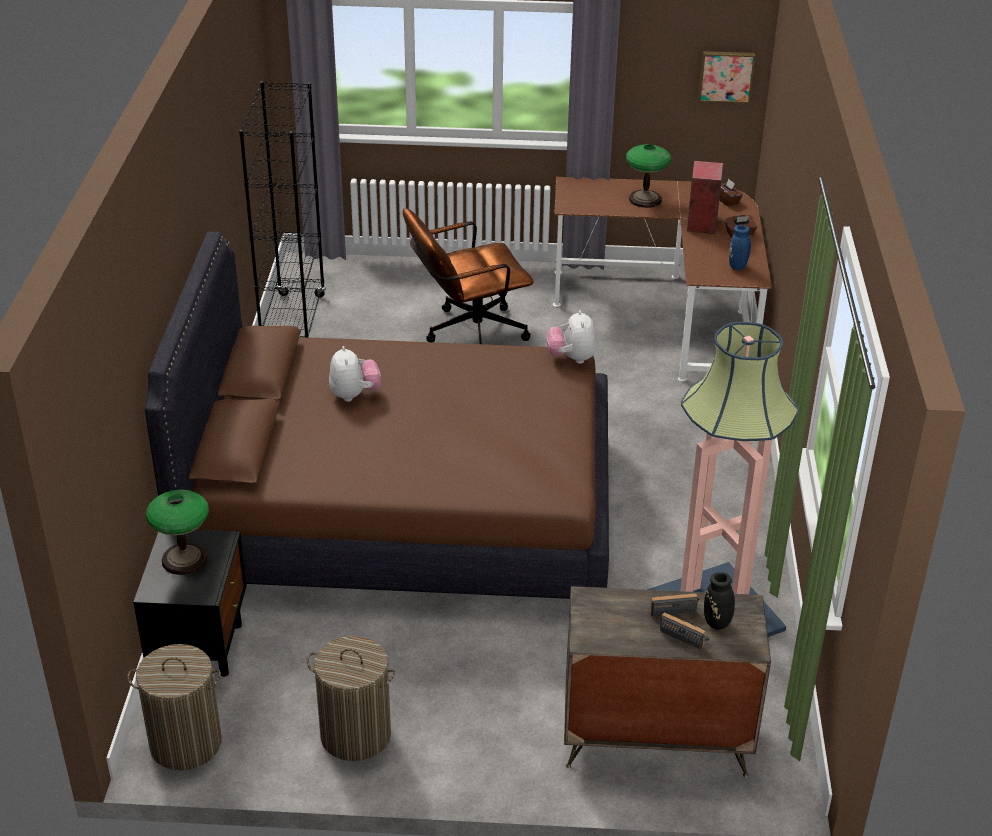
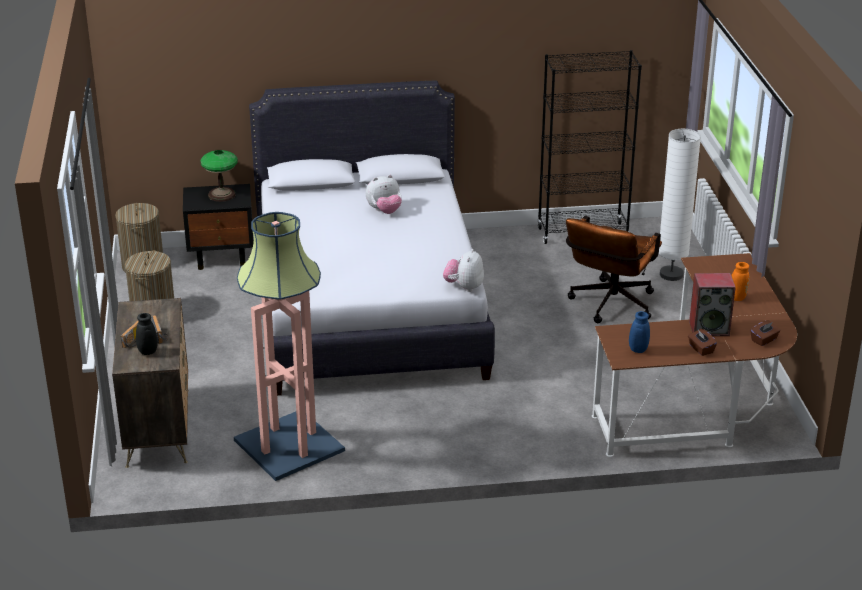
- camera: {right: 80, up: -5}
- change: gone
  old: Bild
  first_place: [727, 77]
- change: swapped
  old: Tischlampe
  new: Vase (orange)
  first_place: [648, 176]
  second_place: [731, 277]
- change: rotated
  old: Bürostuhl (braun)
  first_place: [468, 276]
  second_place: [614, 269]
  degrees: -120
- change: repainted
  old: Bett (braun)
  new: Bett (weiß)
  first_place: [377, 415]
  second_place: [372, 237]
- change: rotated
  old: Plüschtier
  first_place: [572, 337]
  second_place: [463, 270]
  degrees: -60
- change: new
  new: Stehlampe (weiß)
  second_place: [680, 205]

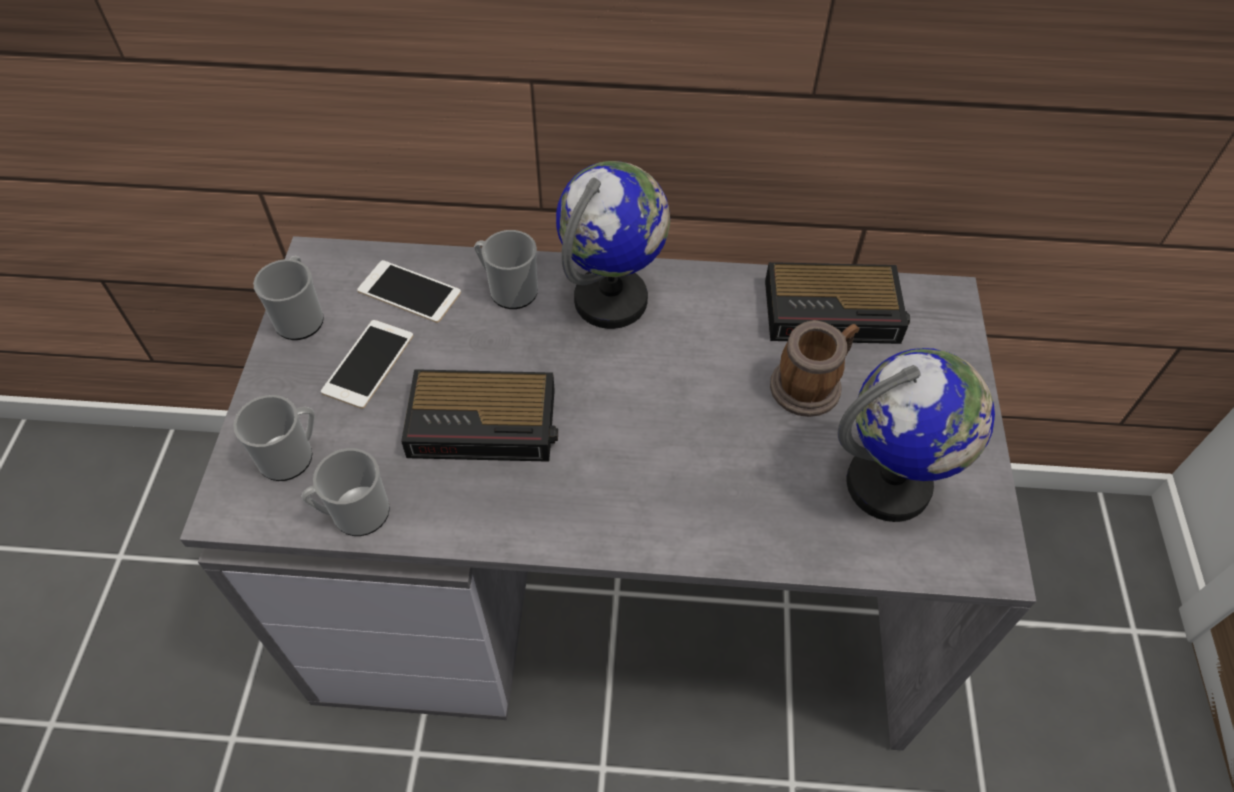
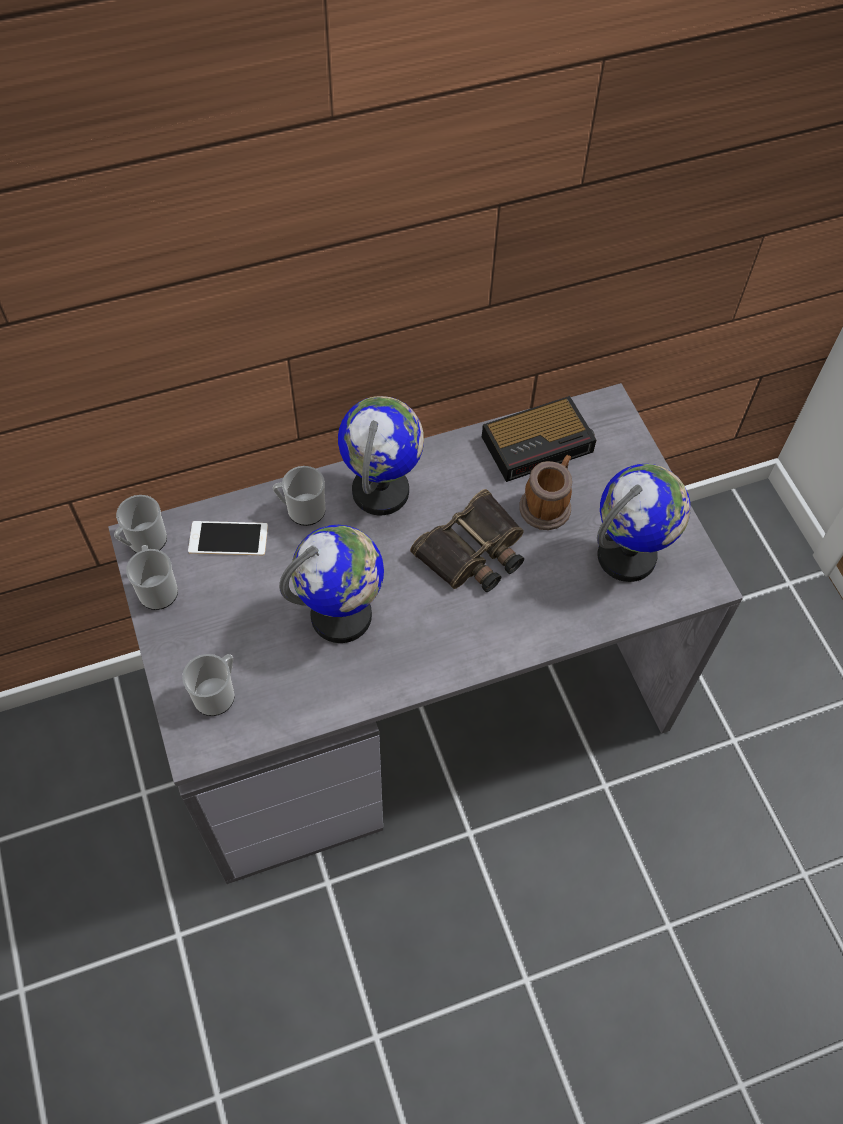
- camera: {right: -25, up: 5}
- change: gone
  old: Handy
  first_place: [367, 364]
- change: swapped
  old: Wecker
  new: Globus
  first_place: [479, 415]
  second_place: [331, 584]
- change: shifted
  old: Henkelbecher
  first_place: [346, 492]
  second_place: [140, 524]
- change: new
  new: Fernglas
  second_place: [467, 540]

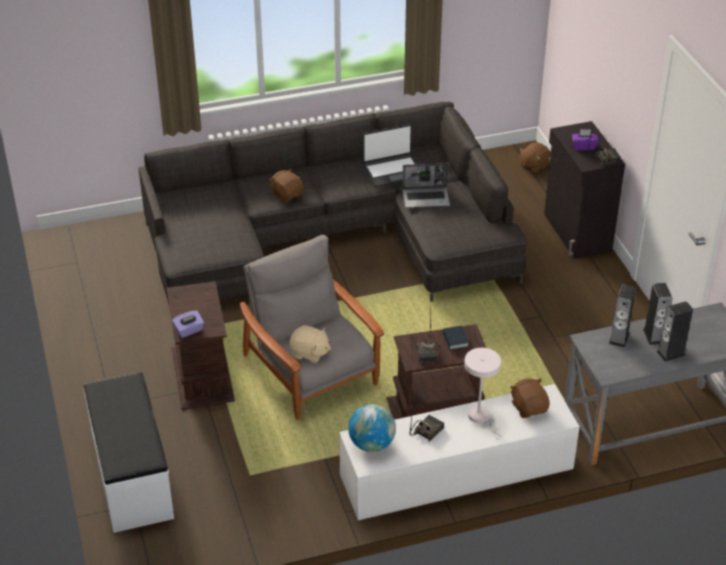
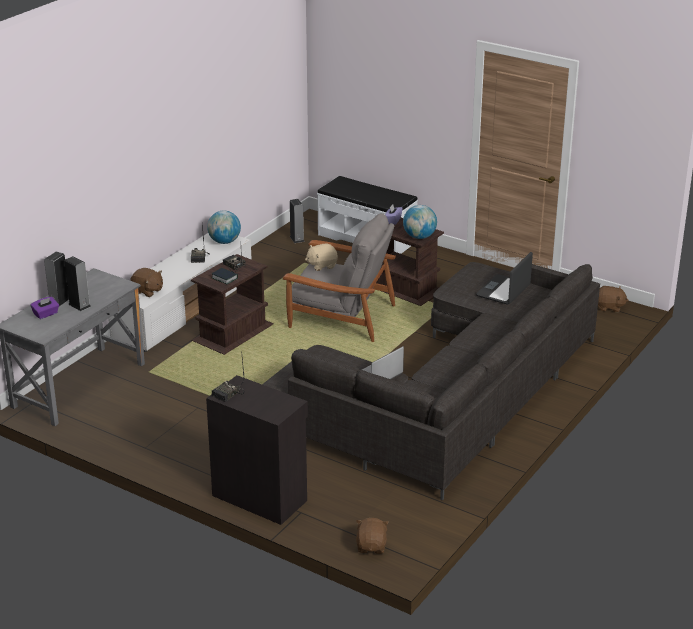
- camera: {right: 140, up: -10}
- change: shifted
  old: Laptop
  first_place: [390, 155]
  second_place: [504, 278]
- change: shifted
  old: Taschentuchbox (lila)
  first_place: [585, 139]
  second_place: [44, 308]
- change: shifted
  old: Plüschtier (braun)
  first_place: [286, 186]
  second_place: [613, 299]
- change: shifted
  old: Lautsprecher
  first_place: [622, 316]
  second_place: [297, 221]
- change: gone
  old: Tischlampe (weiß)
  first_place: [483, 394]
- change: new
  new: Globus
  second_place: [420, 222]

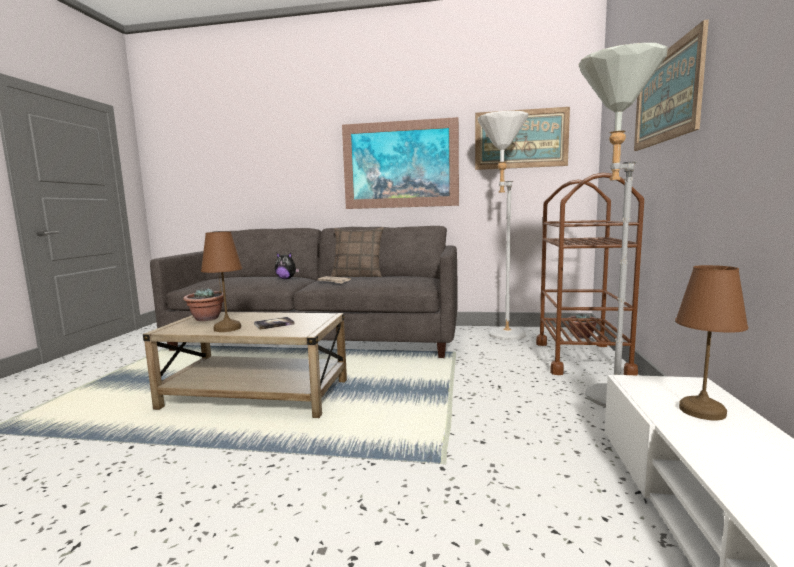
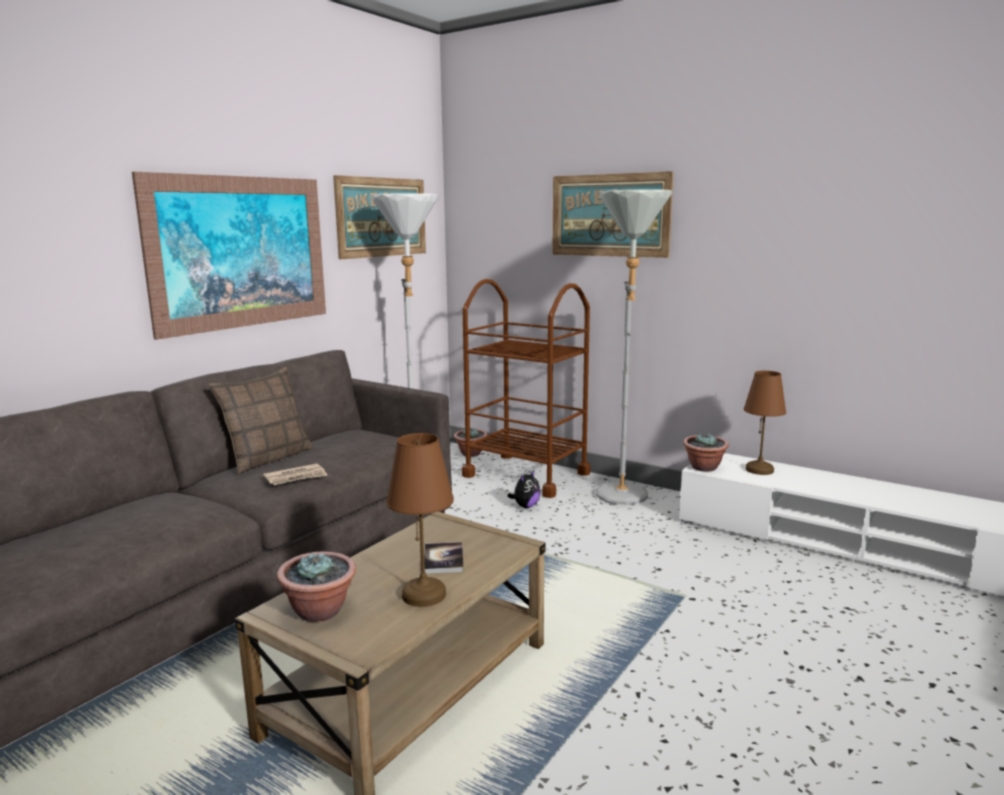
- camera: {right: -65, up: 5}
- change: shifted
  old: Plüschtier
  first_place: [287, 266]
  second_place: [523, 488]
- change: new
  new: Topfpflanze
  second_place: [706, 452]

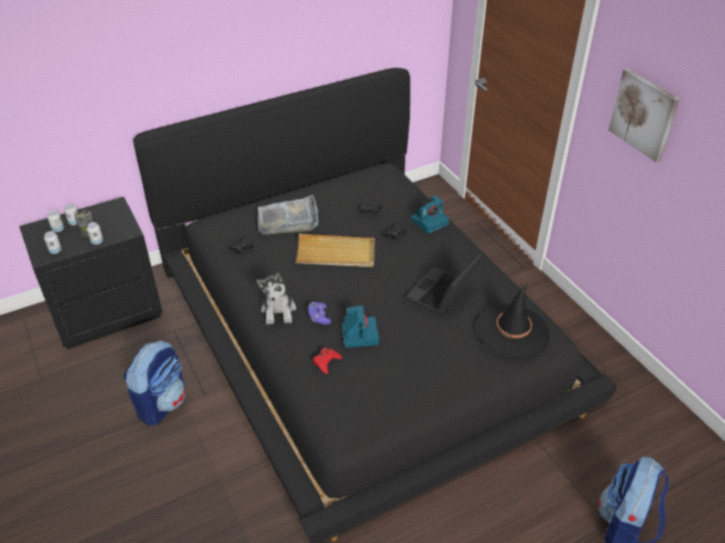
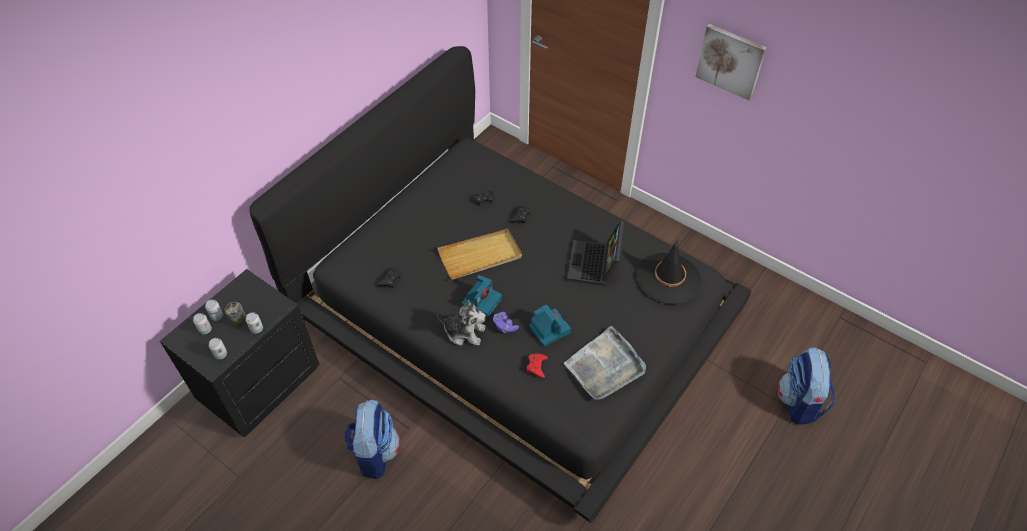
- camera: {right: -25, up: 10}
- change: shifted
  old: Tablett (grau)
  first_place: [288, 215]
  second_place: [605, 362]
- change: shifted
  old: Kamera
  first_place: [430, 214]
  second_place: [482, 296]
- change: rotated
  old: Plüschtier
  first_place: [276, 299]
  second_place: [461, 323]
  degrees: -45

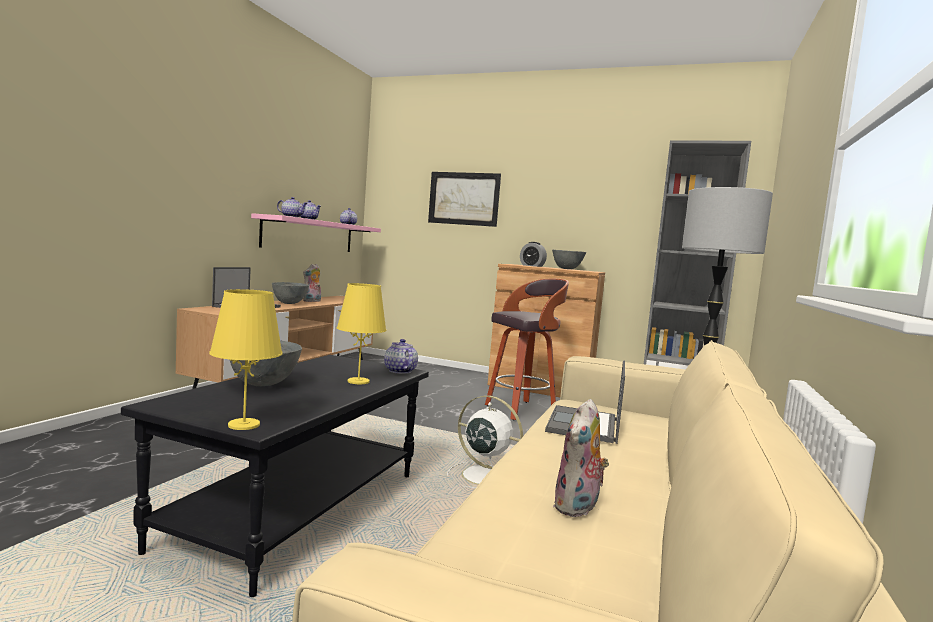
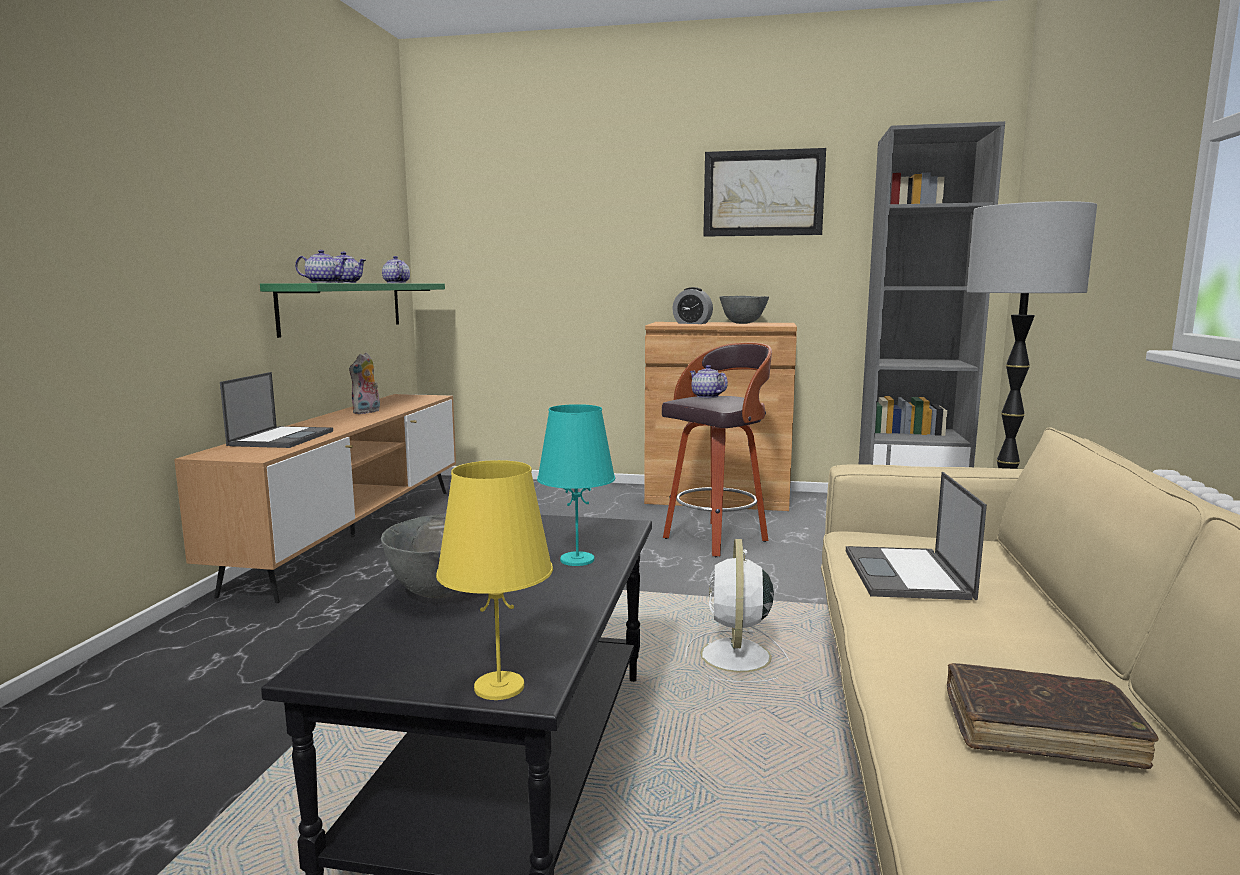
- camera: {right: -10, up: 5}
- change: shifted
  old: Bild
  first_place: [464, 199]
  second_place: [764, 192]
- change: repainted
  old: Wandregal (rosa)
  new: Wandregal (grün)
  first_place: [316, 232]
  second_place: [352, 310]
- change: gone
  old: Schüssel (grau)
  first_place: [290, 293]
- change: repainted
  old: Tischlampe (gelb)
  new: Tischlampe (türkis)
  first_place: [361, 333]
  second_place: [576, 485]
- change: shifted
  old: Teekanne
  first_place: [401, 356]
  second_place: [709, 381]
- change: rotated
  old: Ventilator (weiß)
  first_place: [485, 441]
  second_place: [737, 610]
  degrees: -105
- change: swapped
  old: Plüschtier
  new: Buch (braun)
  first_place: [581, 458]
  second_place: [1052, 716]

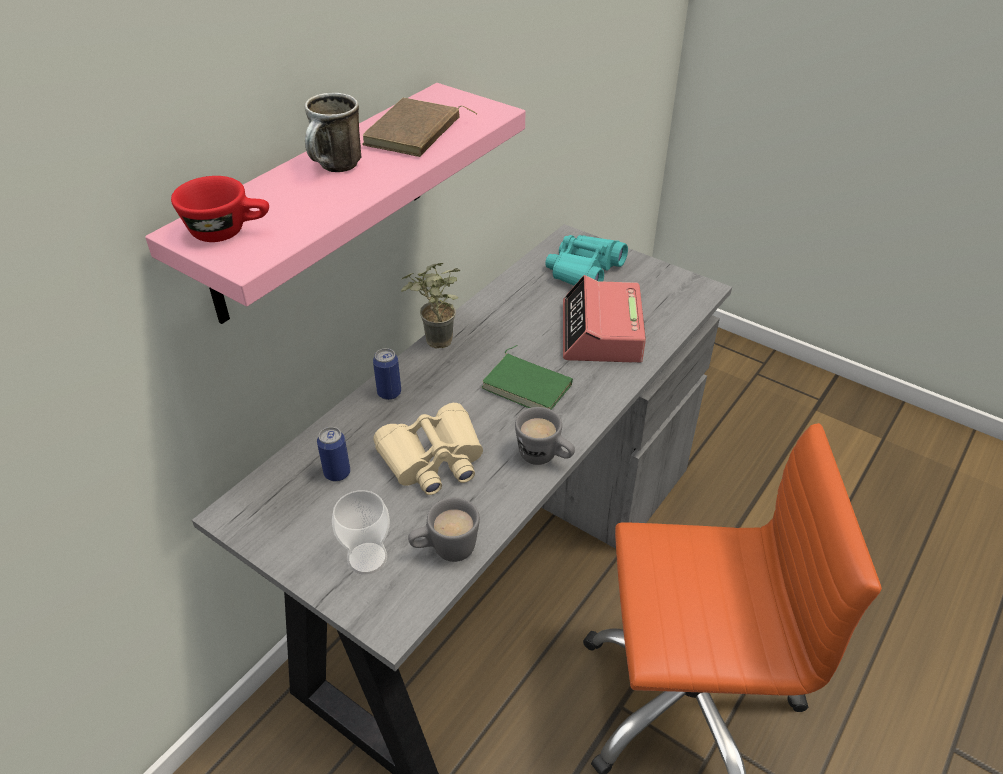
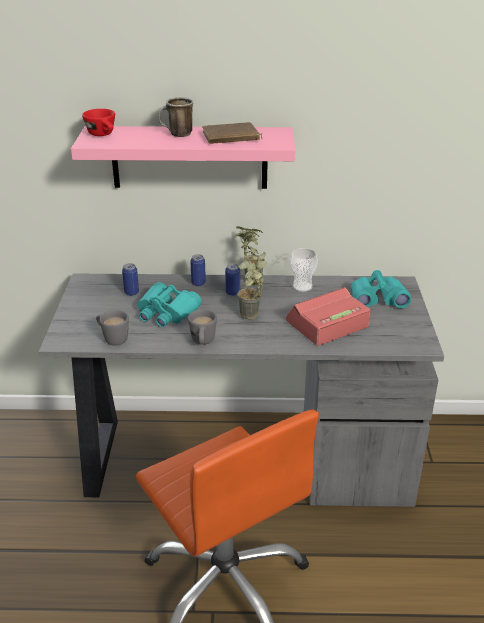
- camera: {right: 55, up: -10}
- change: swapped
  old: Buch (grün)
  new: Topfpflanze
  first_place: [527, 377]
  second_place: [252, 286]
- change: repainted
  old: Fernglas (beige)
  new: Fernglas (türkis)
  first_place: [428, 449]
  second_place: [169, 304]
- change: shifted
  old: Tasse
  first_place: [361, 532]
  second_place: [304, 270]
- change: new
  new: Dose
  second_place: [232, 279]

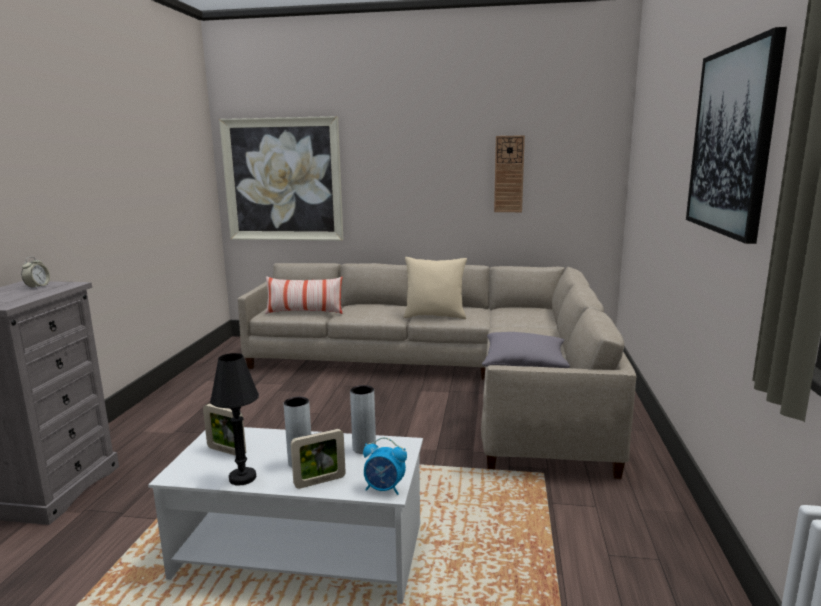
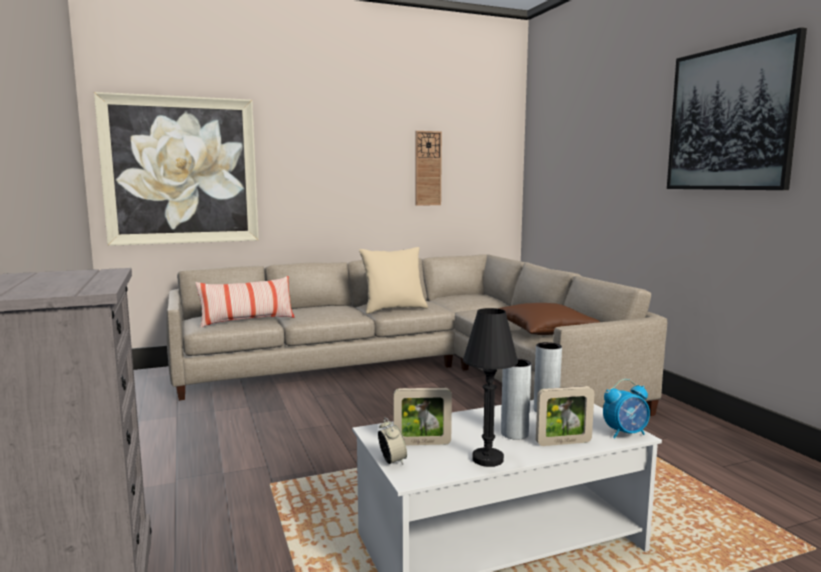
- camera: {right: -30, up: -5}
- change: shifted
  old: Wecker
  first_place: [35, 272]
  second_place: [392, 441]
- change: repainted
  old: Kissen (grau)
  new: Kissen (braun)
  first_place: [526, 350]
  second_place: [549, 319]
- change: rotated
  old: Bilderrahmen
  first_place: [318, 459]
  second_place: [565, 416]
  degrees: 45

